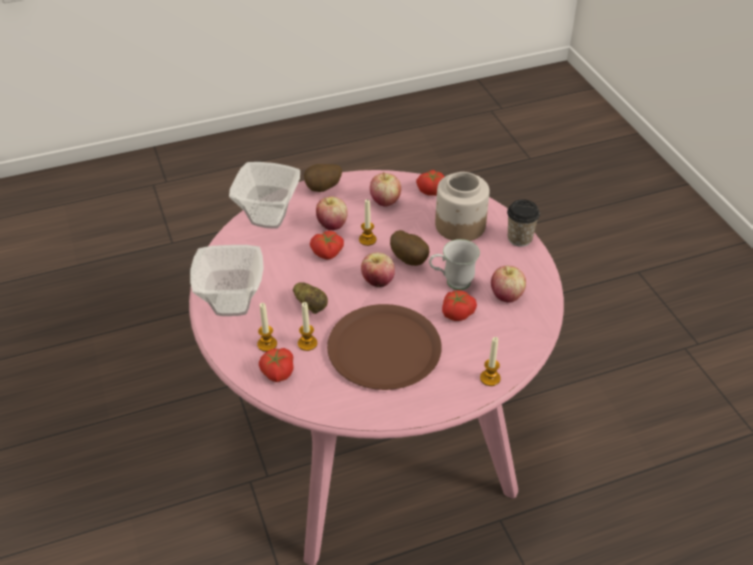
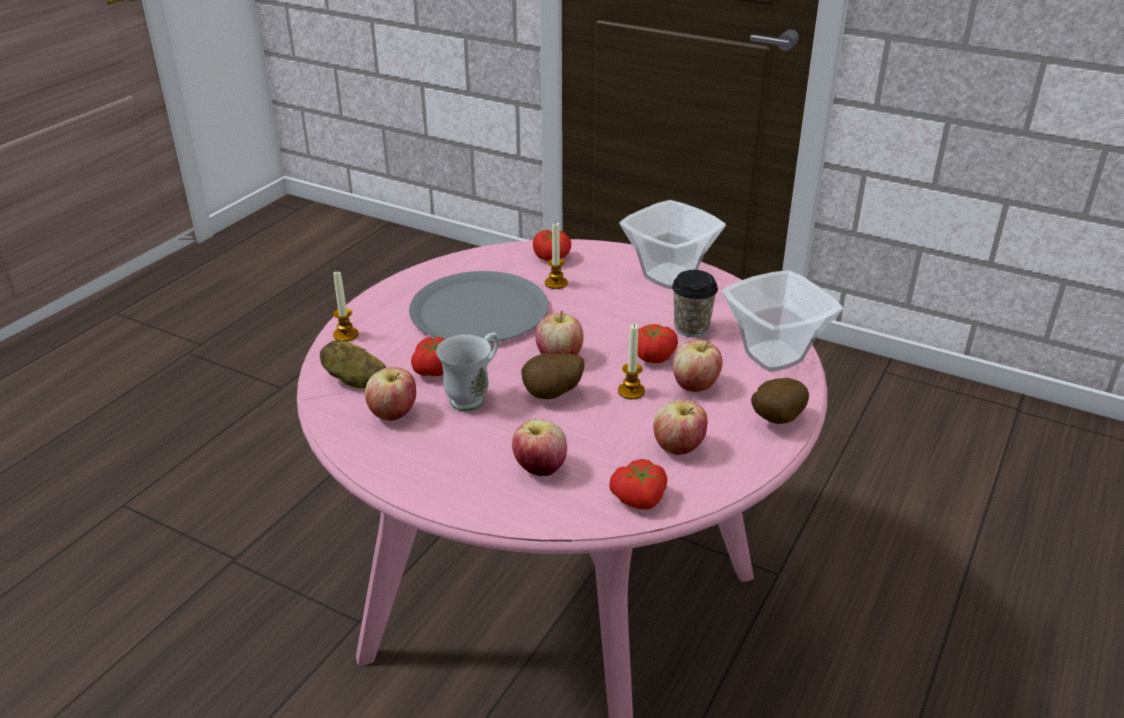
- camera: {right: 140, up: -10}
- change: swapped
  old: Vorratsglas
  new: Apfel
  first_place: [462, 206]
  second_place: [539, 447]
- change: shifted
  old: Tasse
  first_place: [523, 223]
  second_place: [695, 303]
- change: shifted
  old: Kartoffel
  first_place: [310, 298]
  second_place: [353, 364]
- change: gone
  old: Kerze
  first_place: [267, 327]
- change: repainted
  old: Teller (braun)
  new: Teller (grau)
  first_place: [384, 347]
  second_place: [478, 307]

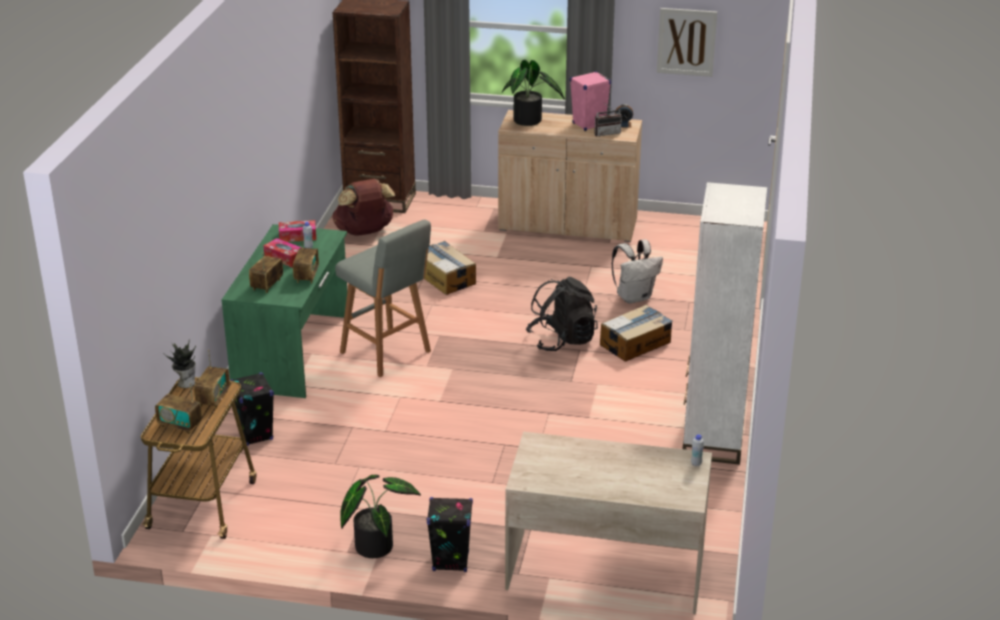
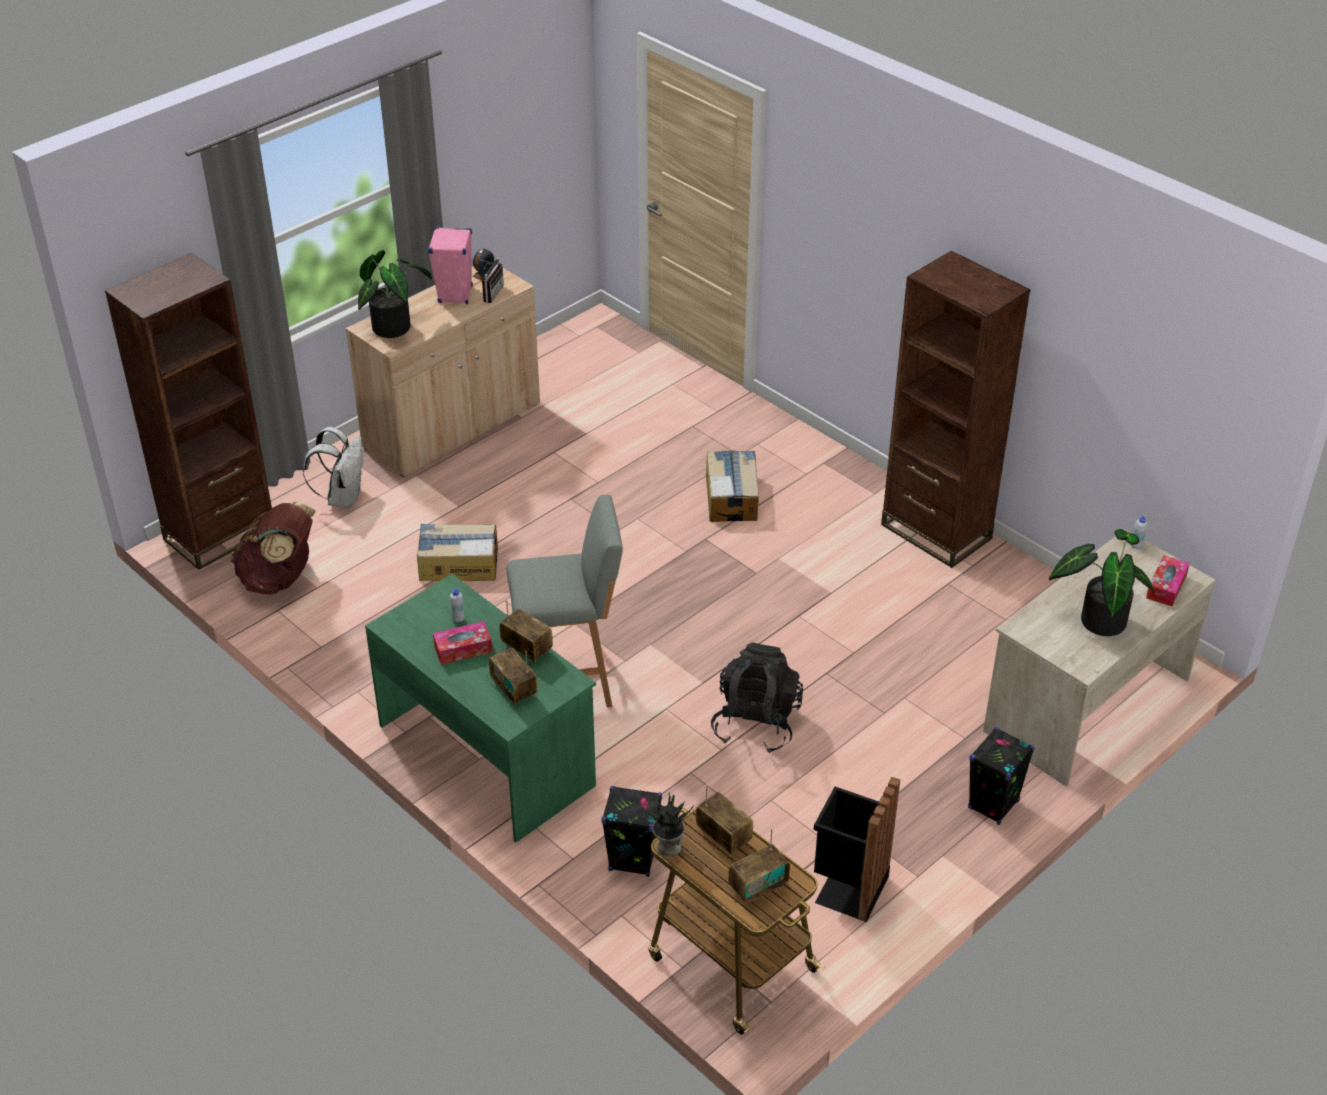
- camera: {right: -55, up: 10}
- change: gone
  old: Bild
  first_place: [687, 42]
- change: repainted
  old: Bücherregal (weiß)
  new: Bücherregal (braun)
  first_place: [725, 323]
  second_place: [955, 409]
- change: shifted
  old: Taschentuchbox
  first_place: [297, 231]
  second_place: [1168, 580]
- change: shifted
  old: Rucksack (weiß)
  first_place: [637, 271]
  second_place: [333, 467]
- change: shifted
  old: Rucksack (schwarz)
  first_place: [562, 314]
  second_place: [757, 698]
- change: shifted
  old: Topfpflanze
  first_place: [380, 516]
  second_place: [1101, 582]
- change: new
  new: Mülleimer (schwarz)
  second_place: [857, 849]

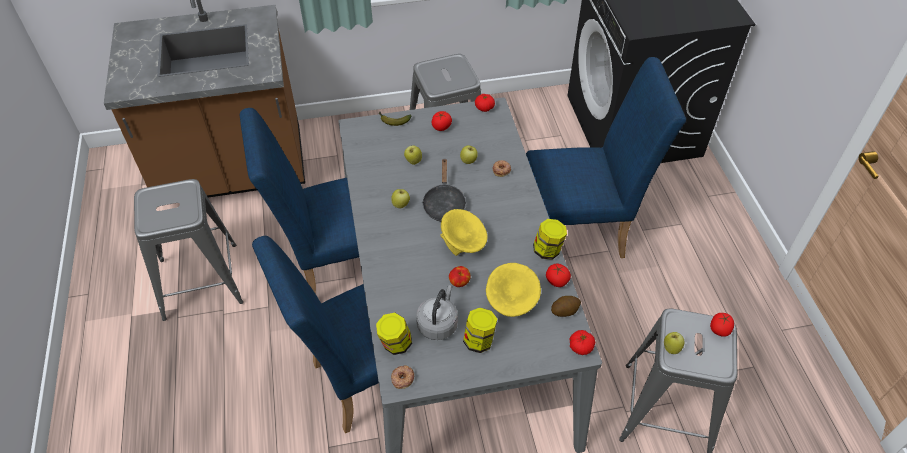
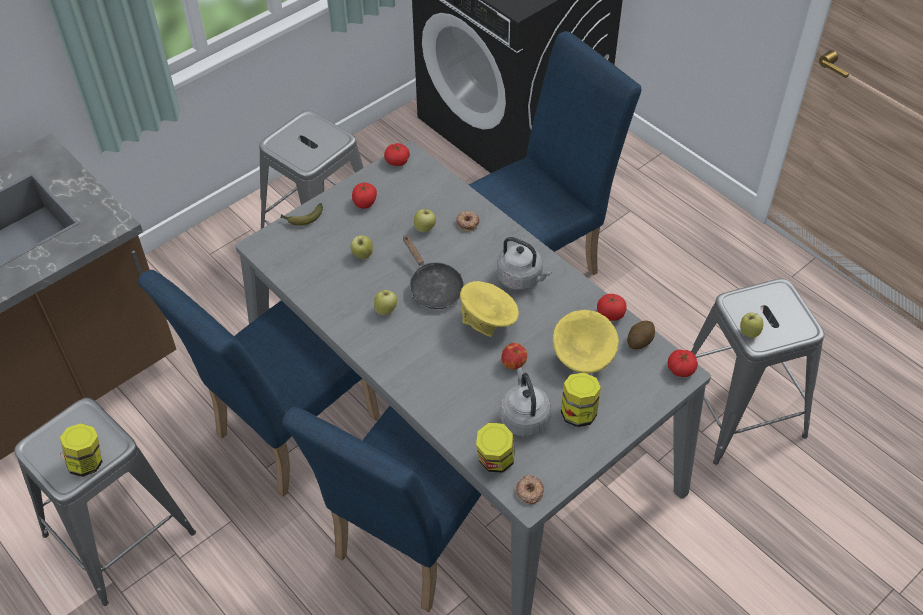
- camera: {right: -30, up: 0}
- change: shifted
  old: Vorratsglas
  first_place: [550, 239]
  second_place: [81, 450]
- change: gone
  old: Tomate
  first_place: [722, 325]
- change: new
  new: Wasserkessel (grau)
  second_place: [524, 263]

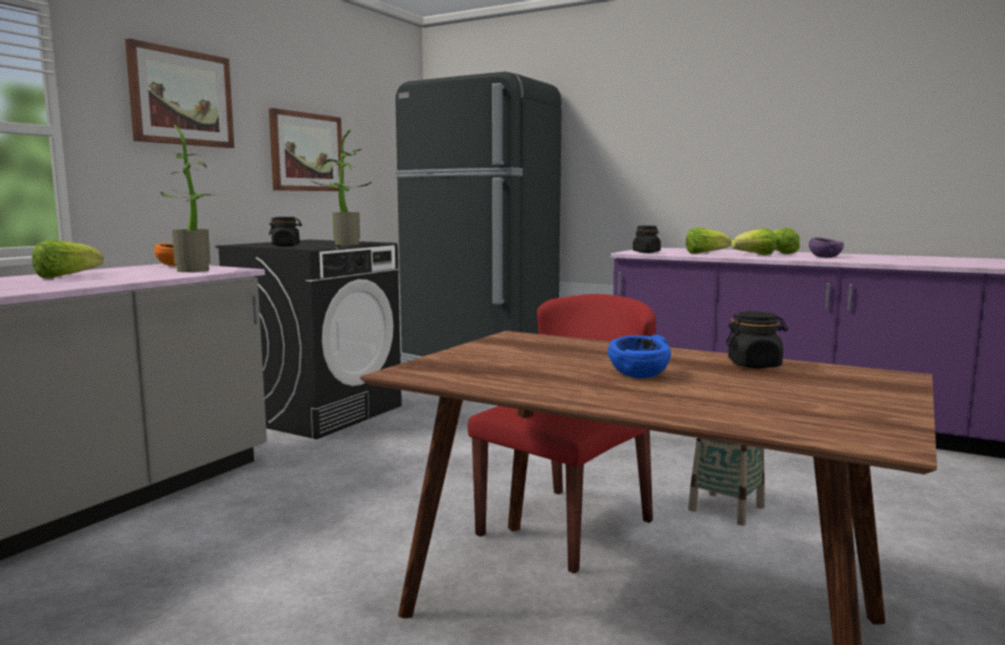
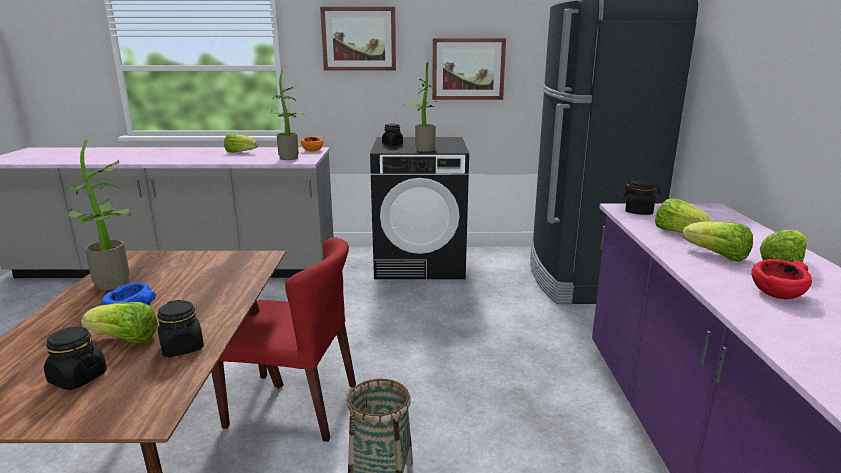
- camera: {right: 60, up: 10}
- change: repainted
  old: Schüssel (lila)
  new: Schüssel (rot)
  first_place: [826, 247]
  second_place: [781, 279]
- change: new
  new: Topfpflanze
  second_place: [99, 215]
- change: new
  new: Salatkopf
  second_place: [119, 322]
- change: new
  new: Vorratsglas (schwarz)
  second_place: [75, 358]

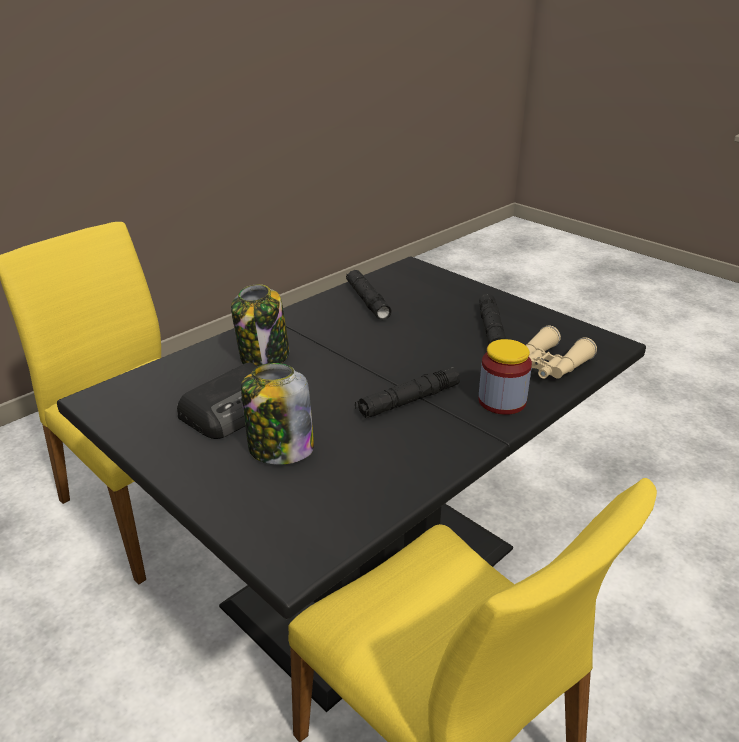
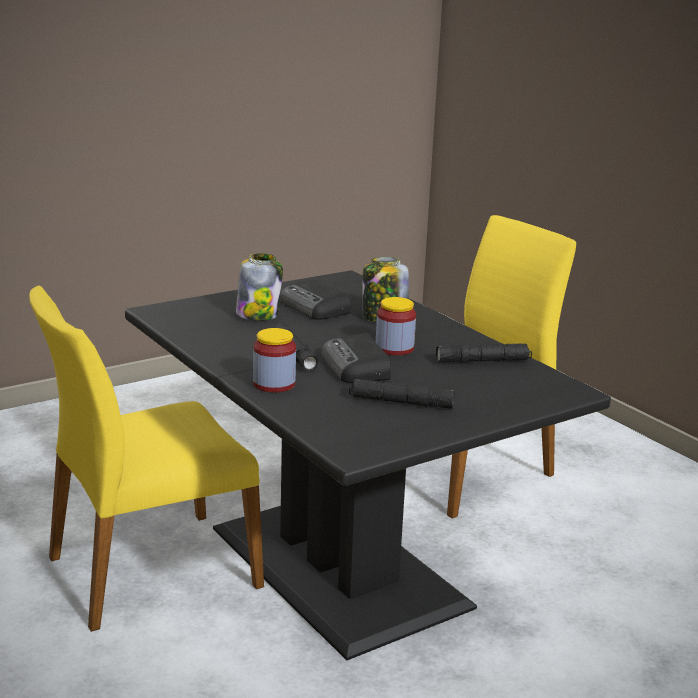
- camera: {right: 100, up: -10}
- change: gone
  old: Fernglas (beige)
  first_place: [561, 352]
- change: new
  new: Vorratsglas
  second_place: [396, 326]
- change: new
  new: Radio
  second_place: [356, 358]

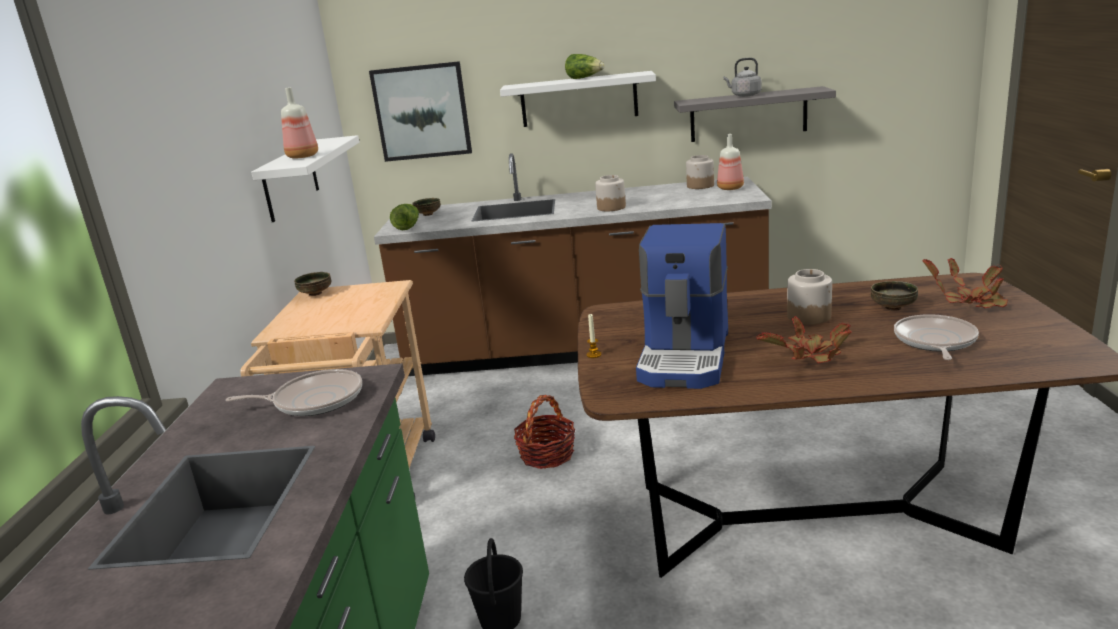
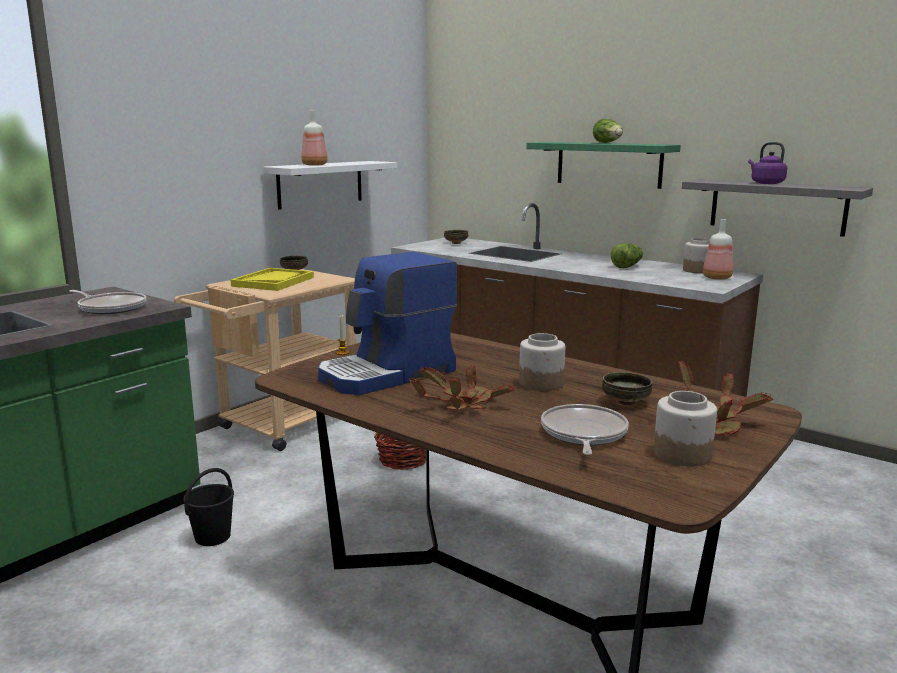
- camera: {right: 35, up: -5}
- change: repainted
  old: Wasserkessel (grau)
  new: Wasserkessel (lila)
  first_place: [742, 77]
  second_place: [767, 163]
- change: gone
  old: Bild
  first_place: [420, 111]
- change: repainted
  old: Wandregal (weiß)
  new: Wandregal (grün)
  first_place: [578, 99]
  second_place: [603, 165]
- change: shifted
  old: Vorratsglas
  first_place: [610, 193]
  second_place: [685, 428]
- change: shifted
  old: Salatkopf
  first_place: [404, 217]
  second_place: [627, 255]
- change: rotated
  old: Pfanne
  first_place: [936, 337]
  second_place: [585, 429]
  degrees: -45
- change: new
  new: Tablett (gelb)
  second_place: [272, 279]

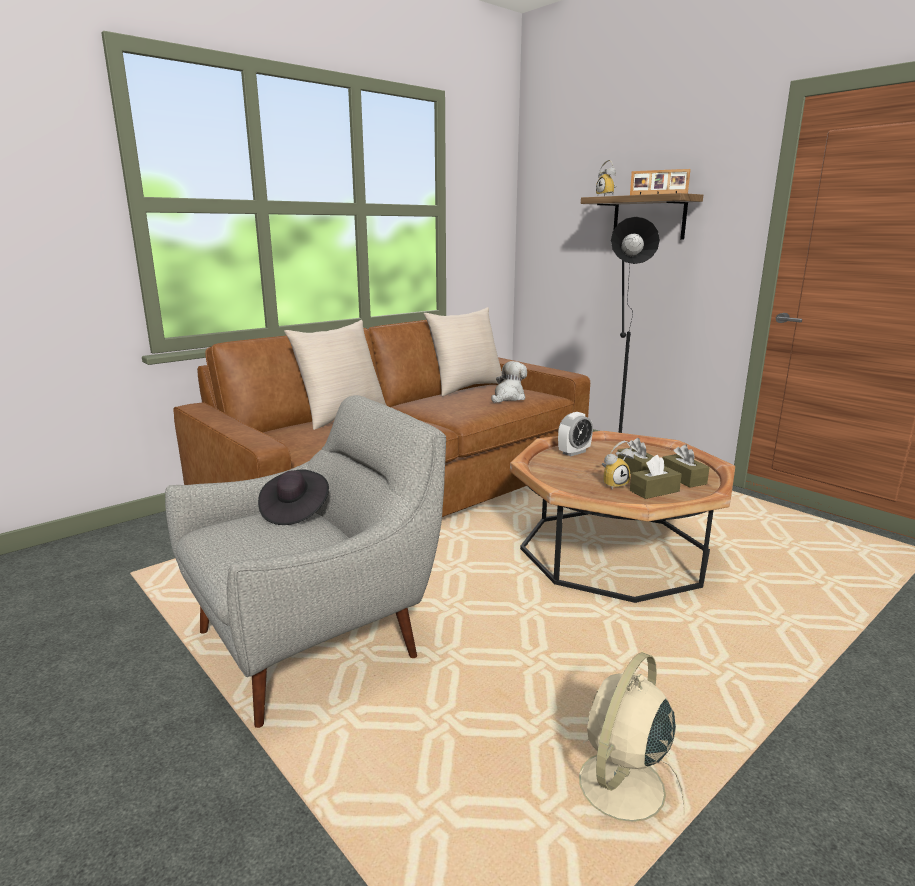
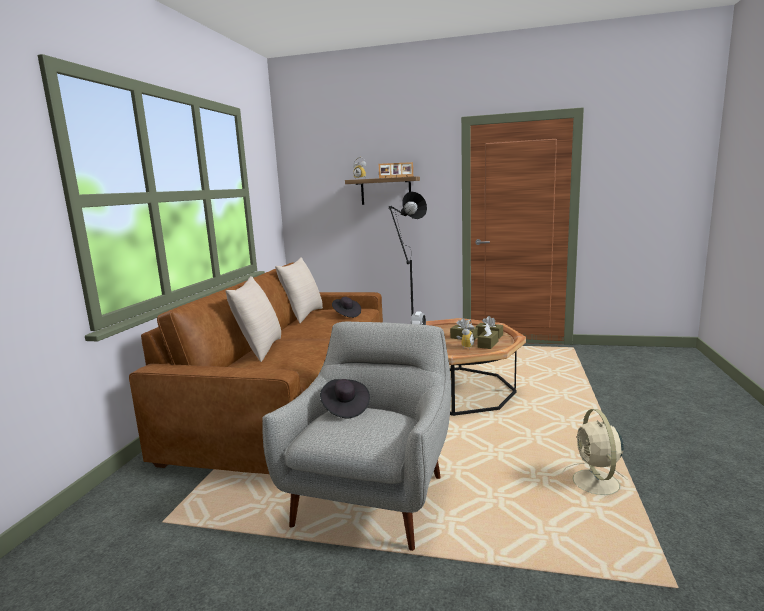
- camera: {right: -35, up: -5}
- change: swapped
  old: Plüschtier
  new: Hut (schwarz)
  first_place: [509, 382]
  second_place: [346, 307]

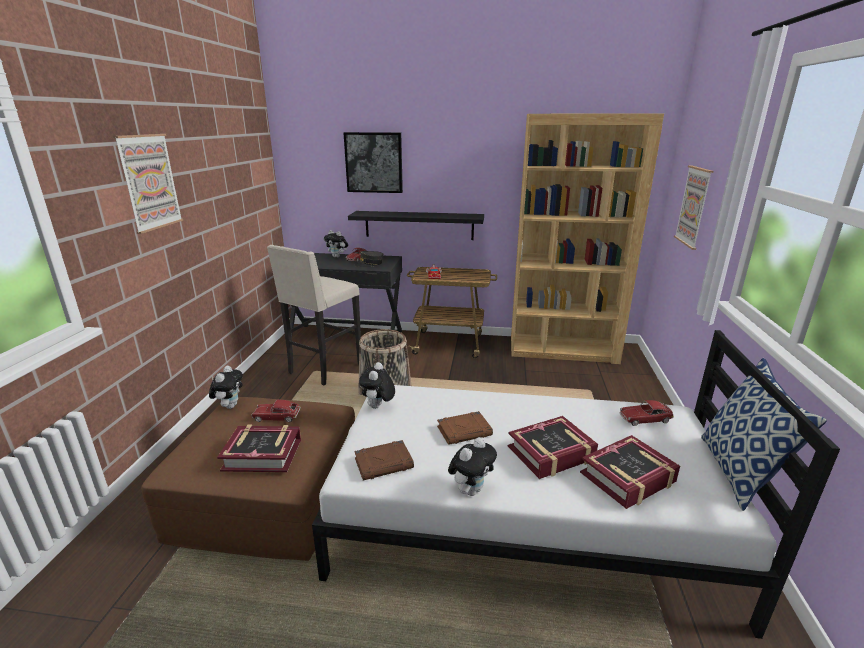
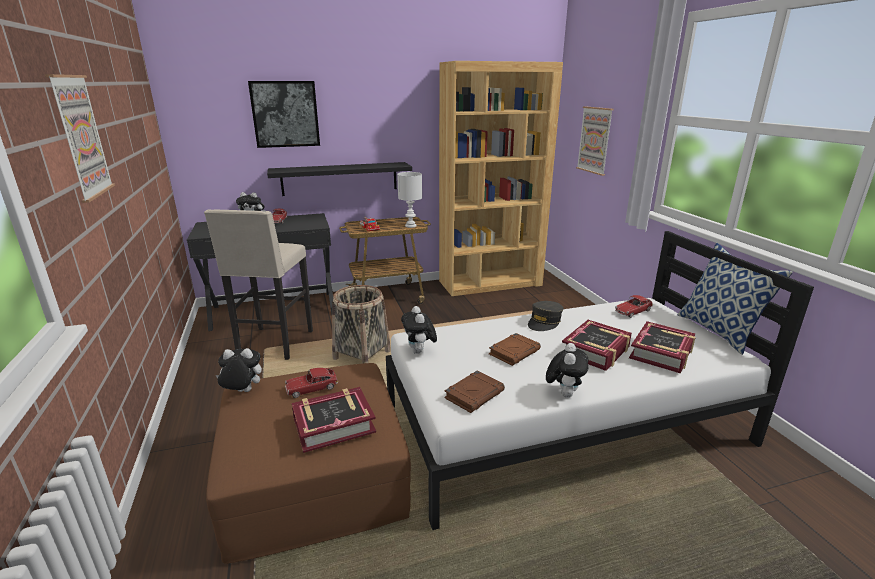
- camera: {right: -25, up: 0}
- change: shifted
  old: Kappe (grau)
  first_place: [368, 259]
  second_place: [545, 316]
- change: rotated
  old: Plüschtier
  first_place: [226, 387]
  second_place: [239, 370]
  degrees: -75
- change: new
  new: Tischlampe (weiß)
  second_place: [409, 200]

